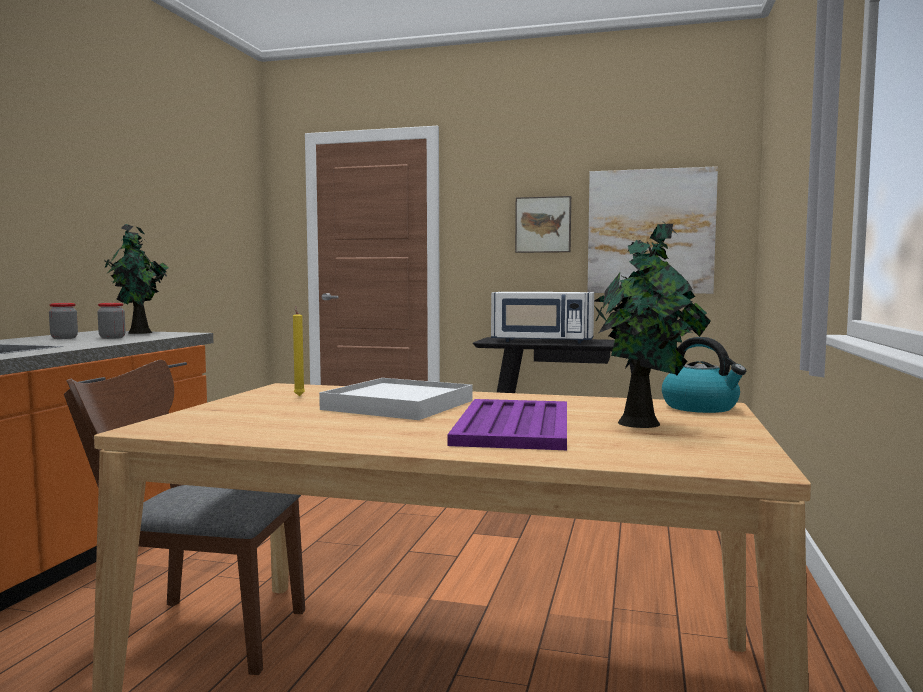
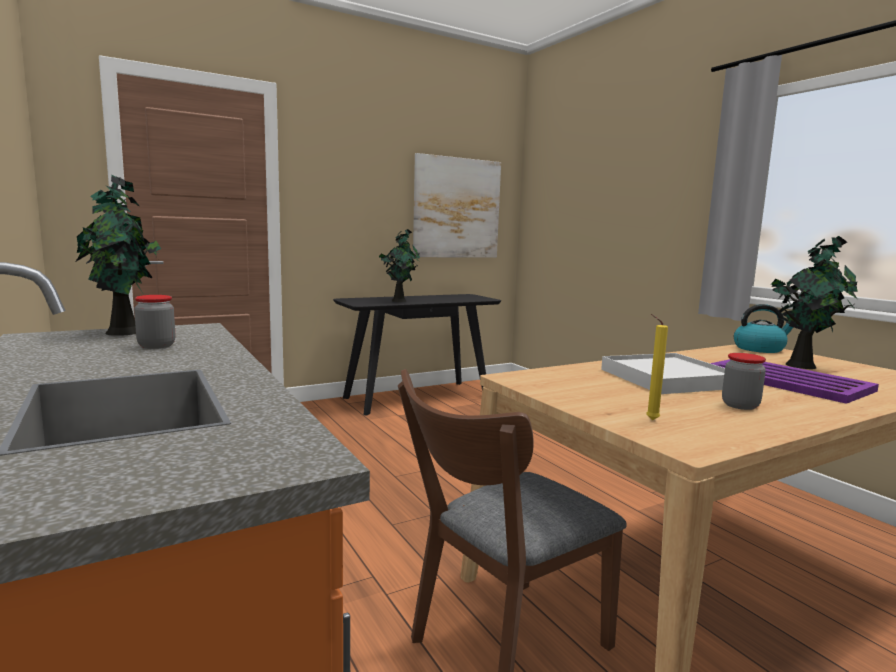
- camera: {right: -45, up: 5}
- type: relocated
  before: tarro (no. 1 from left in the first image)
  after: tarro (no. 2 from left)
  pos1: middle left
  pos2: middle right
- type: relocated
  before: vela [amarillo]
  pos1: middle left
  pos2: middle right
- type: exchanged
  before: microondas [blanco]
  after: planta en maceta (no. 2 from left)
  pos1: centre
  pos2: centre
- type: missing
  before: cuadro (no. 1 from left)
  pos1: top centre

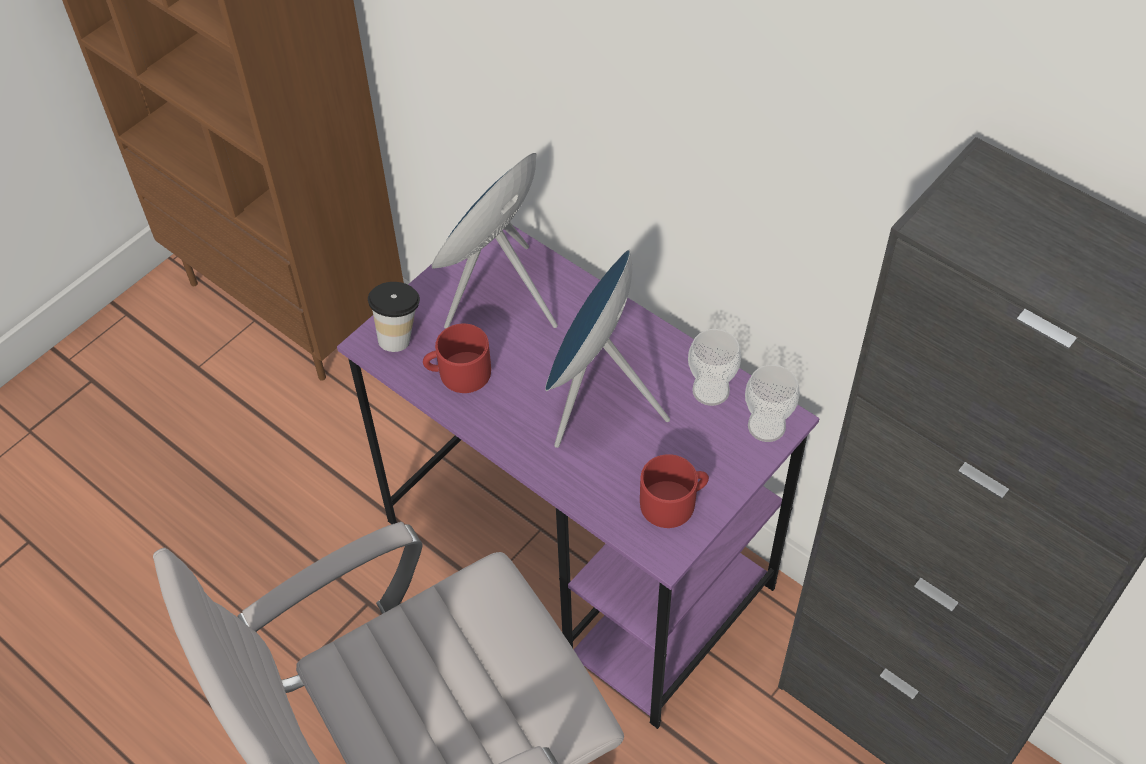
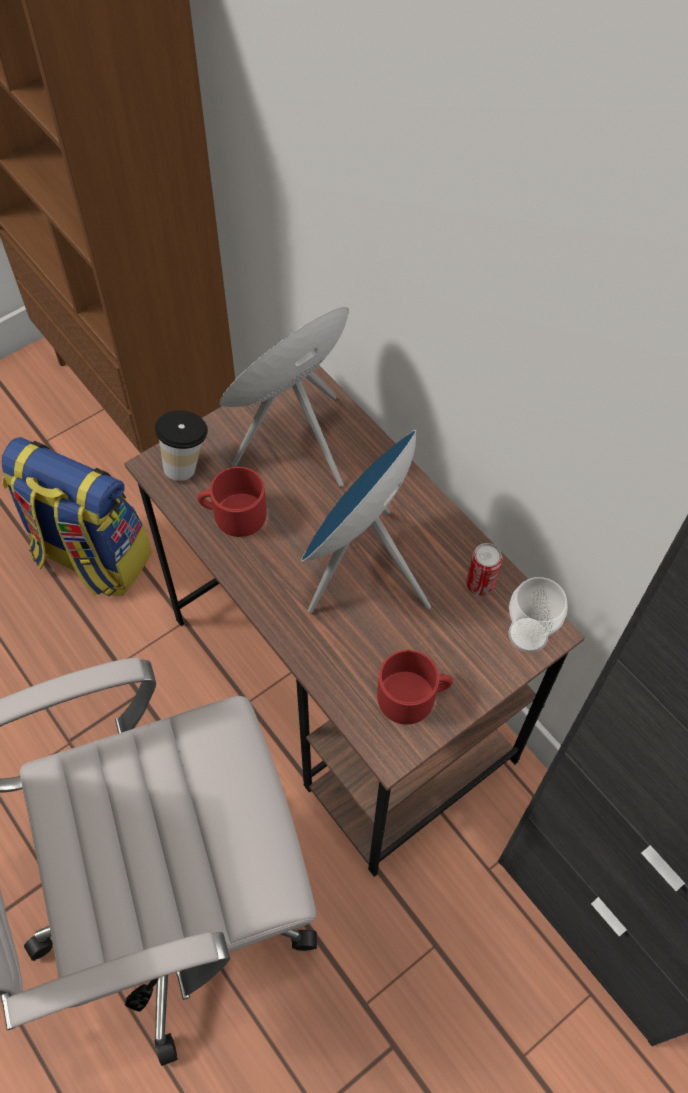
- camera: {right: 10, up: 5}
- type: colour
  before: escritorio [morado]
  after: escritorio [marrón]
  pos1: centre
  pos2: centre
- type: exchanged
  before: taza (no. 2 from left)
  after: lata
  pos1: centre
  pos2: middle right
- type: appeared
  after: mochila
  pos2: middle left

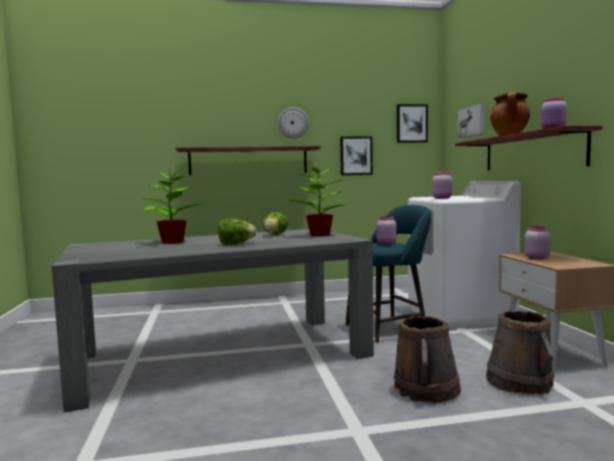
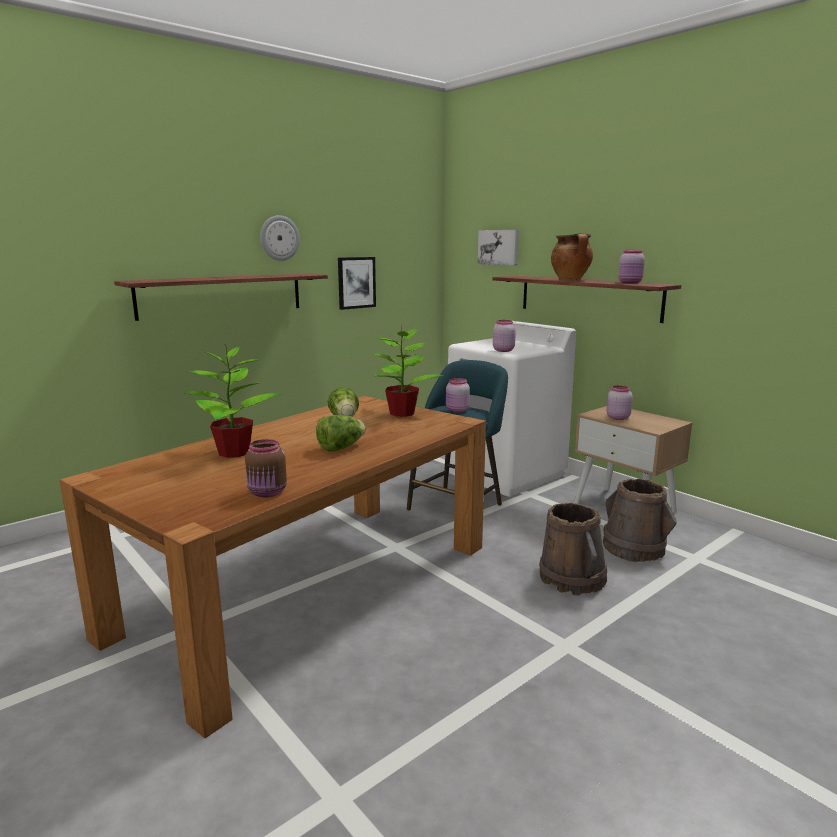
- camera: {right: -30, up: 10}
- type: colour
  before: mesa de comedor [gris]
  after: mesa de comedor [marrón]
  pos1: bottom centre
  pos2: bottom left
- type: missing
  before: cuadro (no. 2 from left)
  pos1: top right
- type: appeared
  after: tarro [marrón]
  pos2: middle left

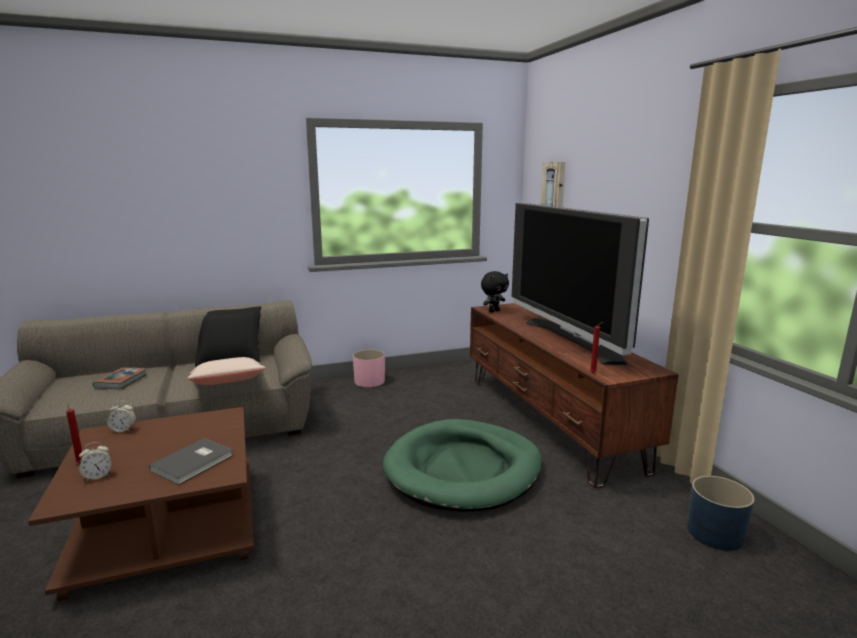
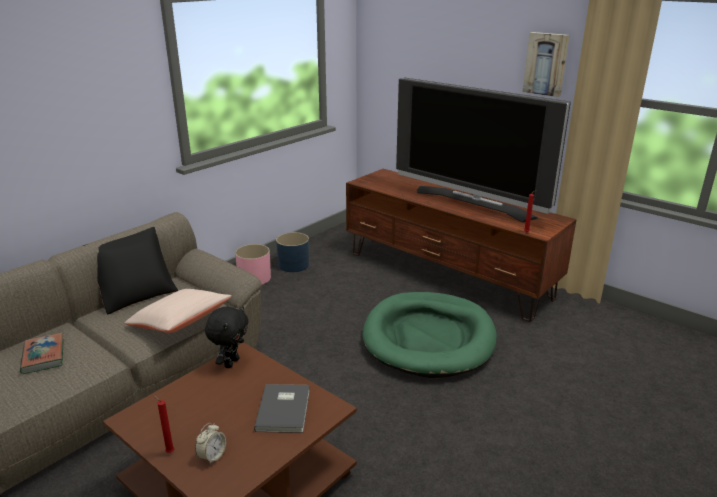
- camera: {right: -30, up: 10}
- type: missing
  before: despertador (no. 2 from left)
  pos1: middle left
- type: relocated
  before: peluche [negro]
  pos1: centre
  pos2: bottom left
- type: relocated
  before: cuadro
  pos1: top centre
  pos2: top right
- type: relocated
  before: maceta [azul]
  pos1: bottom right
  pos2: centre

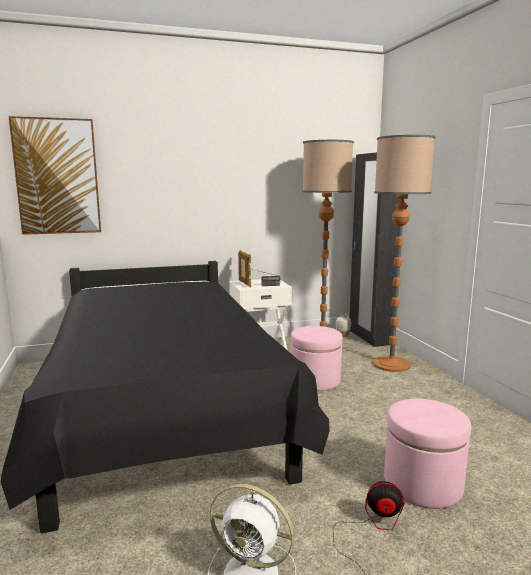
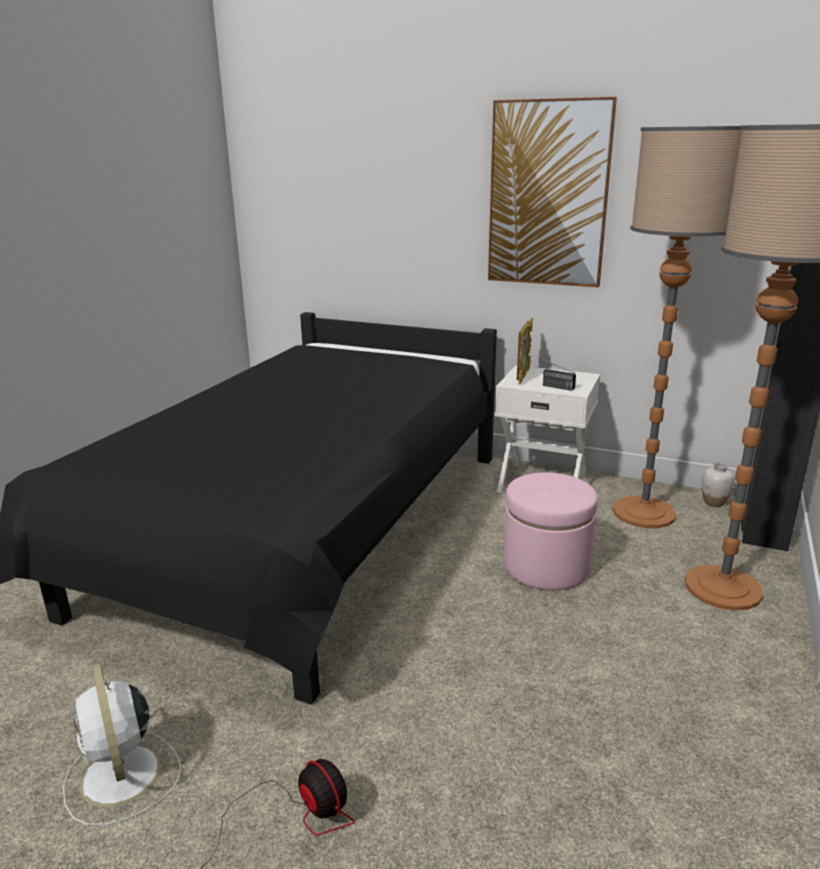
- camera: {right: 40, up: 10}
- type: relocated
  before: cuadro
  pos1: top left
  pos2: top right
- type: missing
  before: puf [rosa] (no. 2 from left)
  pos1: bottom right

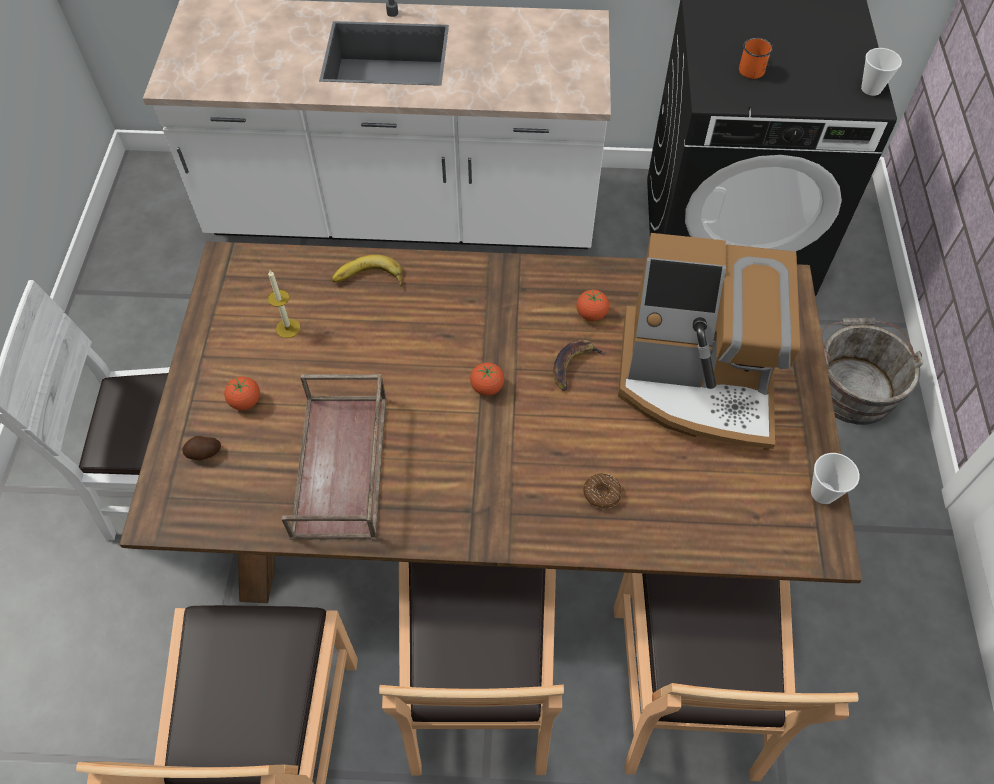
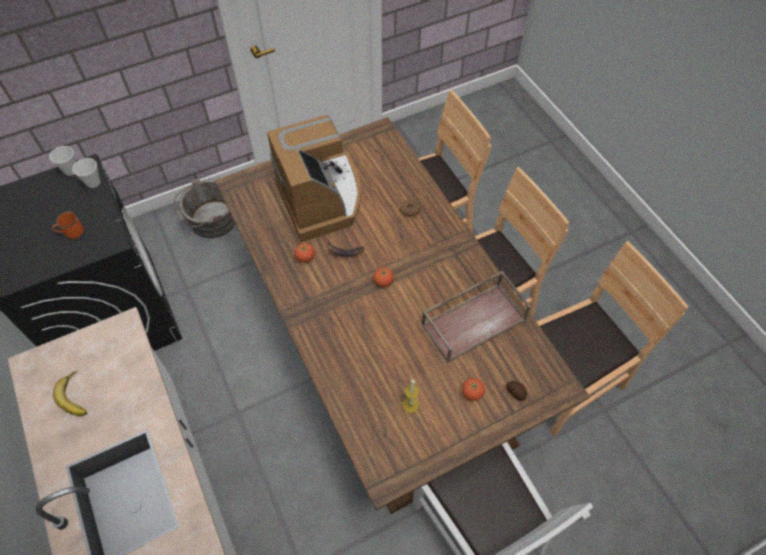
- camera: {right: -120, up: 0}
- type: relocated
  before: plátano (no. 1 from left)
  pos1: centre
  pos2: bottom left
- type: relocated
  before: taza (no. 1 from left in the first image)
  after: taza (no. 2 from left)
  pos1: middle right
  pos2: top left

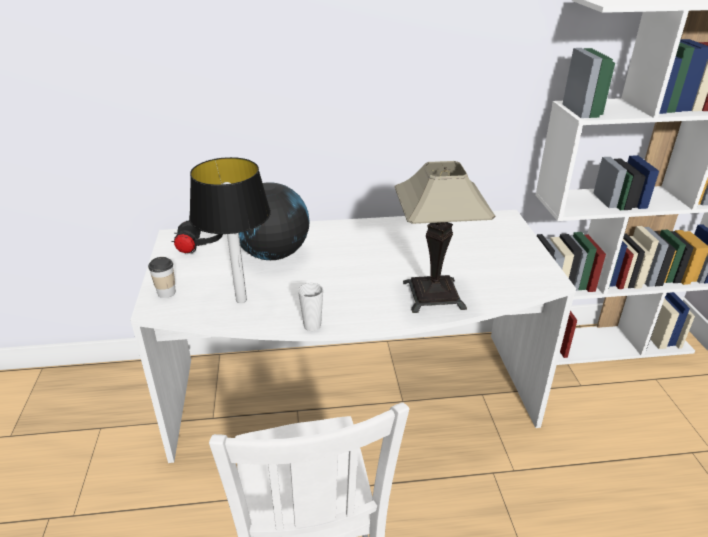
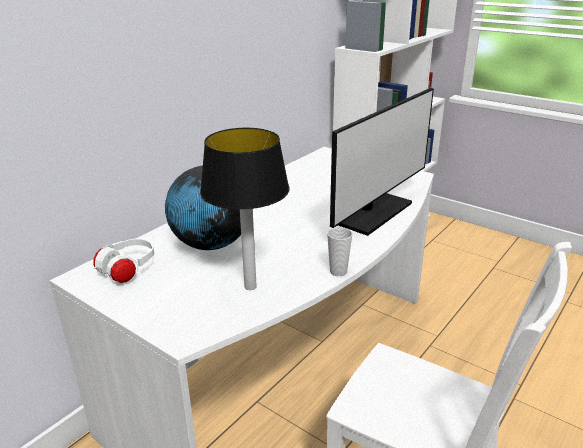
- camera: {right: -45, up: -5}
- type: missing
  before: taza (no. 1 from left)
  pos1: middle left
- type: colour
  before: auriculares [negro]
  after: auriculares [blanco]
  pos1: middle left
  pos2: middle left
- type: exchanged
  before: lámpara de mesa (no. 2 from left)
  after: monitor
  pos1: centre
  pos2: centre

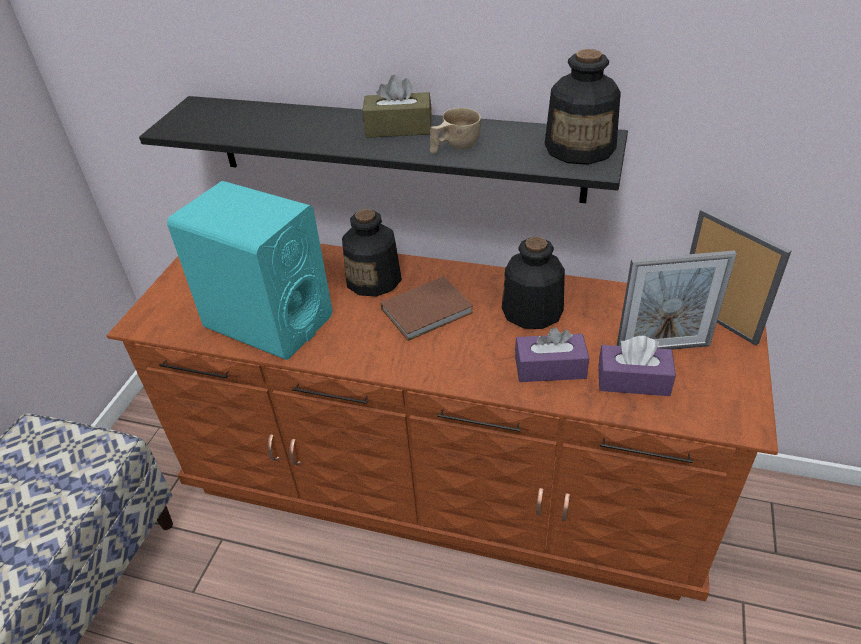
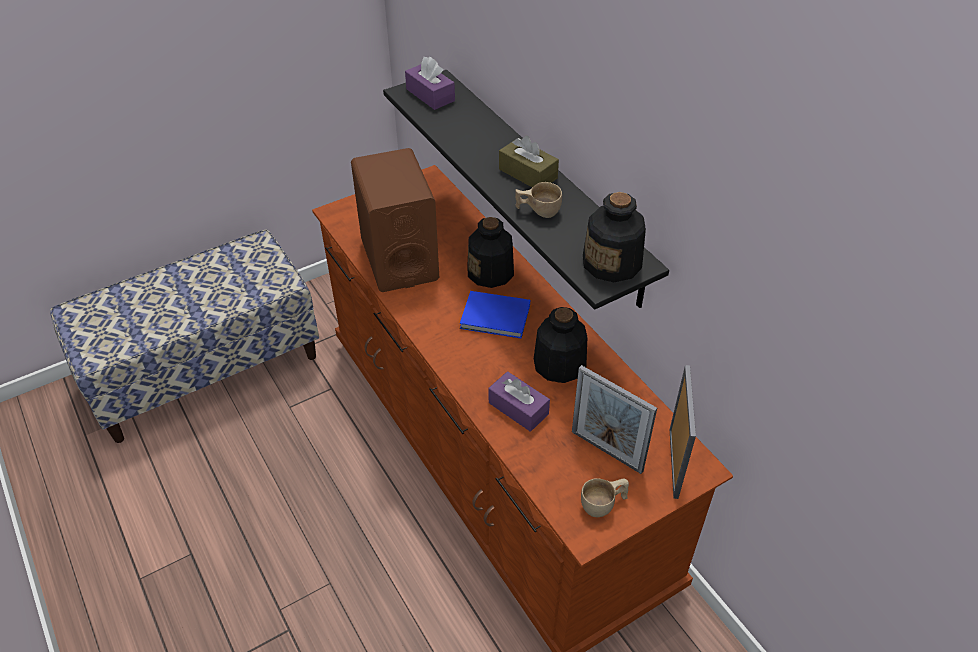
- camera: {right: 40, up: 5}
- type: colour
  before: altavoz [turquesa]
  after: altavoz [marrón]
  pos1: middle left
  pos2: centre
- type: colour
  before: libro [marrón]
  after: libro [azul]
  pos1: centre
  pos2: centre
- type: relocated
  before: caja de pañuelos [morado] (no. 2 from left in the first image)
  after: caja de pañuelos [morado] (no. 1 from left)
  pos1: middle right
  pos2: top centre
- type: appeared
  after: taza [beis] (no. 2 from left)
  pos2: bottom centre

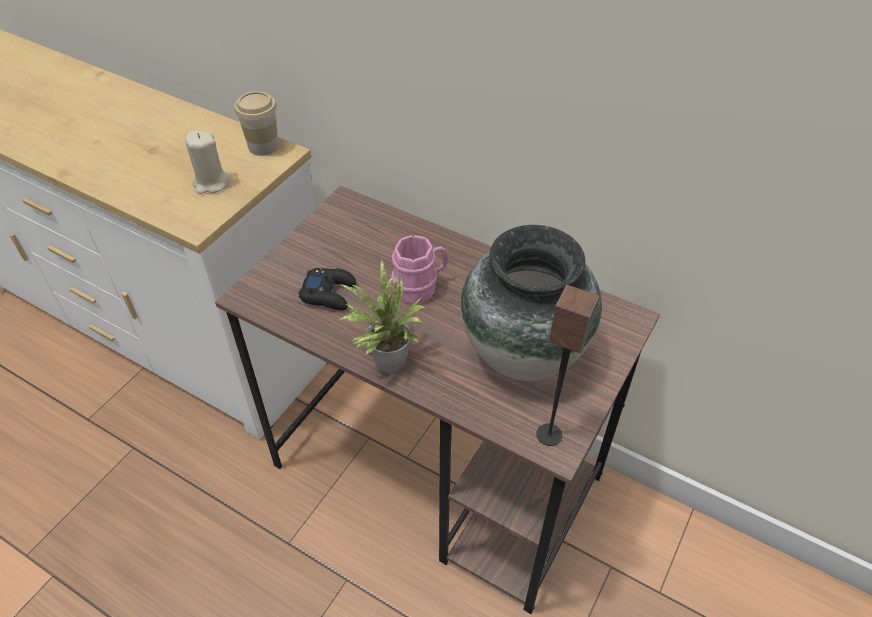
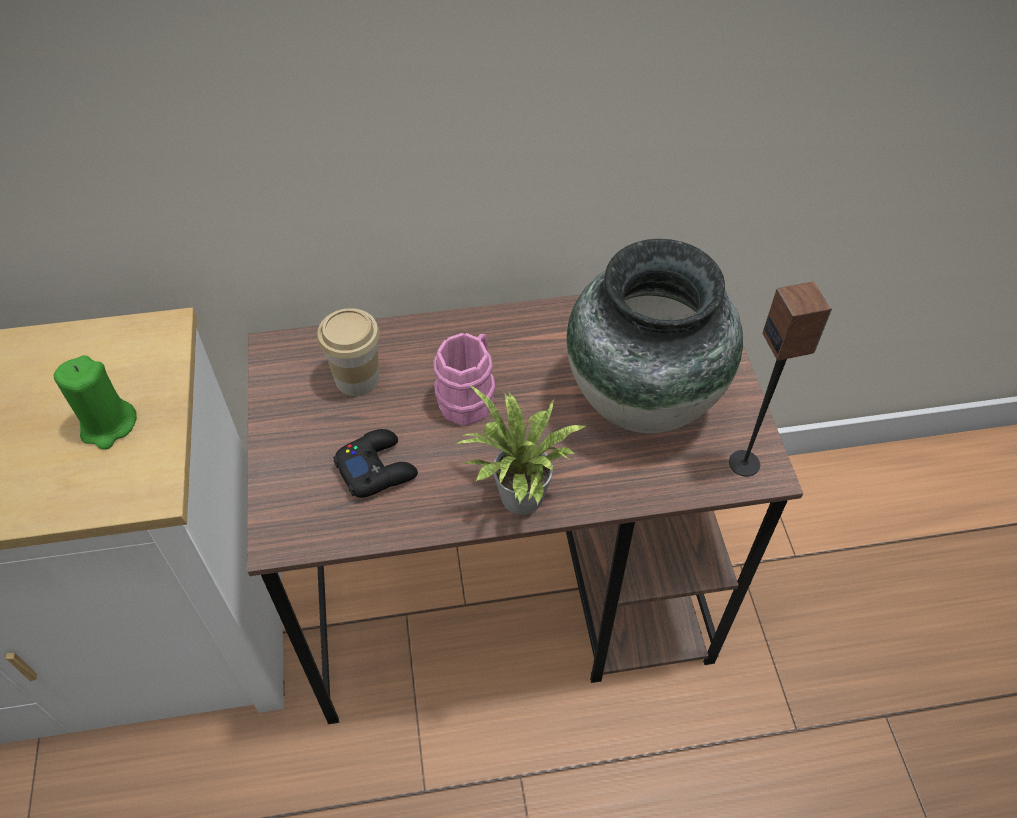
- camera: {right: -40, up: 5}
- type: colour
  before: vela [beis]
  after: vela [verde]
  pos1: top left
  pos2: middle left
- type: relocated
  before: taza
  pos1: top left
  pos2: centre

